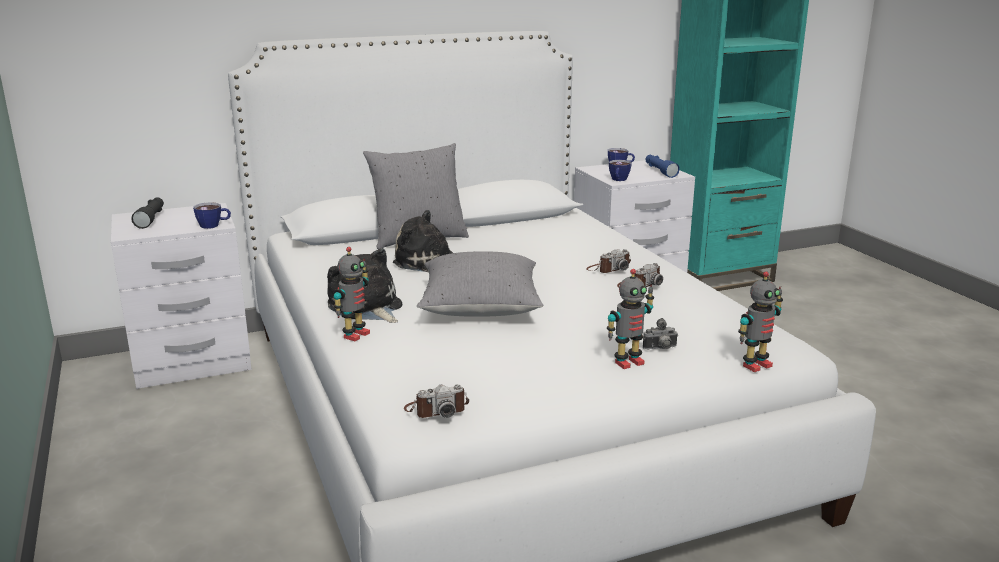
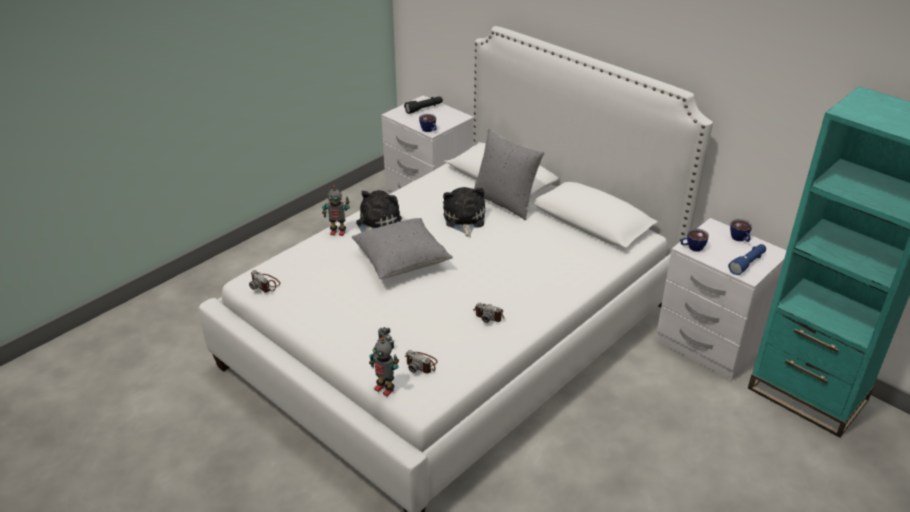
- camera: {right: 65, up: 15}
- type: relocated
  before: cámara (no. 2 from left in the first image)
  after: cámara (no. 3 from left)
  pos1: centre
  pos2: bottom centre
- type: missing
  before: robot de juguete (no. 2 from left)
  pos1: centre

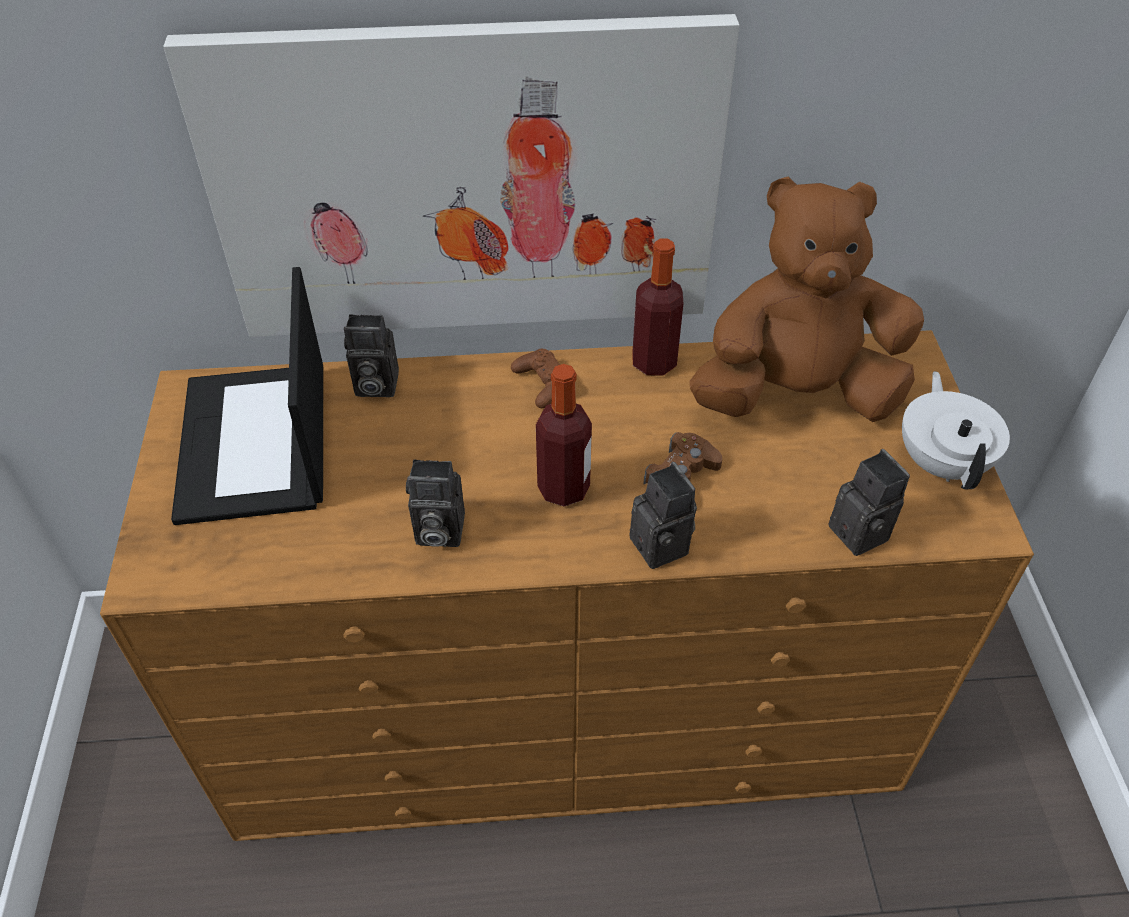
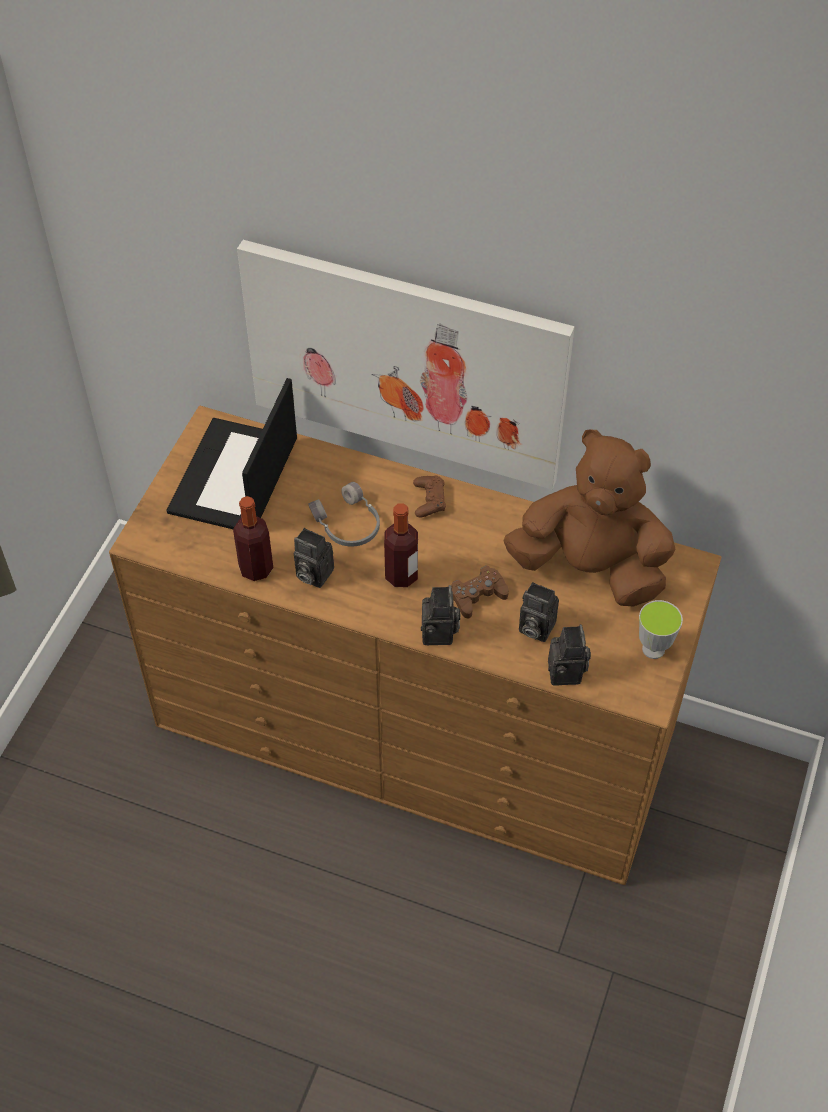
- camera: {right: 25, up: 5}
- type: relocated
  before: cámara (no. 1 from left in the first image)
  after: cámara (no. 3 from left)
  pos1: middle left
  pos2: centre
- type: relocated
  before: botella (no. 2 from left in the first image)
  after: botella (no. 1 from left)
  pos1: centre
  pos2: middle left
- type: exchanged
  before: tetera [blanco]
  after: taza
  pos1: middle right
  pos2: middle right
- type: appeared
  after: auriculares [gris]
  pos2: centre

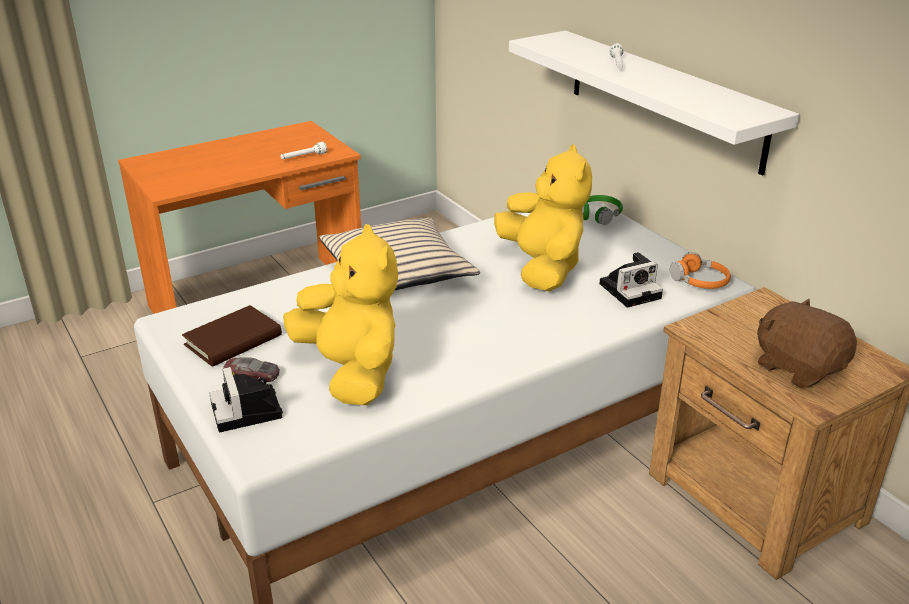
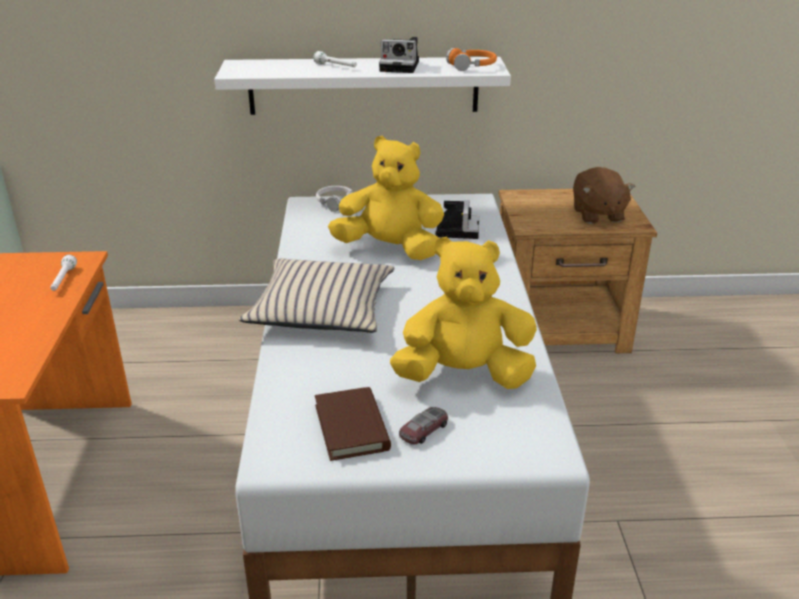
- camera: {right: -60, up: 0}
- type: relocated
  before: cámara (no. 1 from left)
  pos1: middle left
  pos2: top centre
- type: colour
  before: auriculares [verde]
  after: auriculares [blanco]
  pos1: centre
  pos2: top centre
- type: relocated
  before: auriculares [naranja]
  pos1: middle right
  pos2: top centre
- type: spun
  before: peluche [marrón]
  pos1: middle right
  pos2: top right
  turn: -90

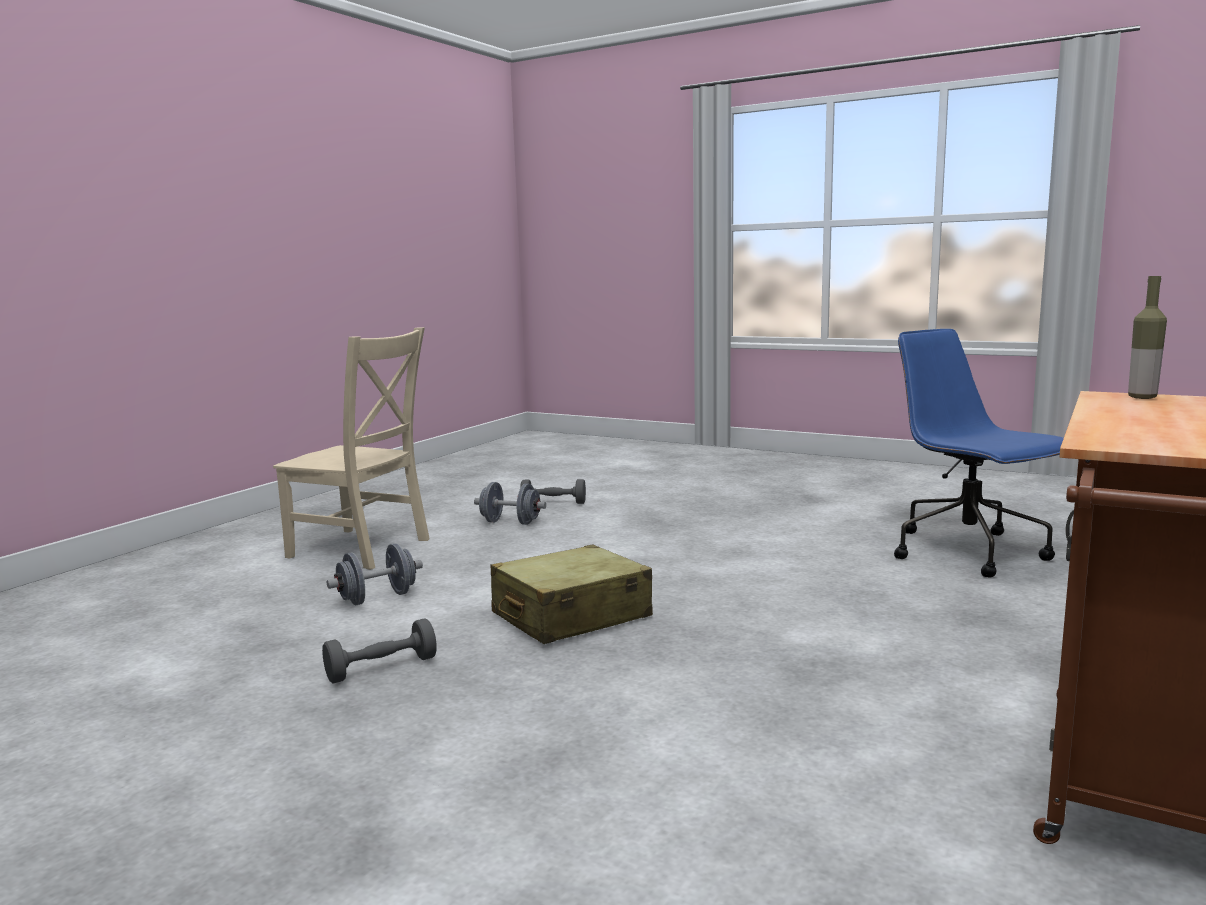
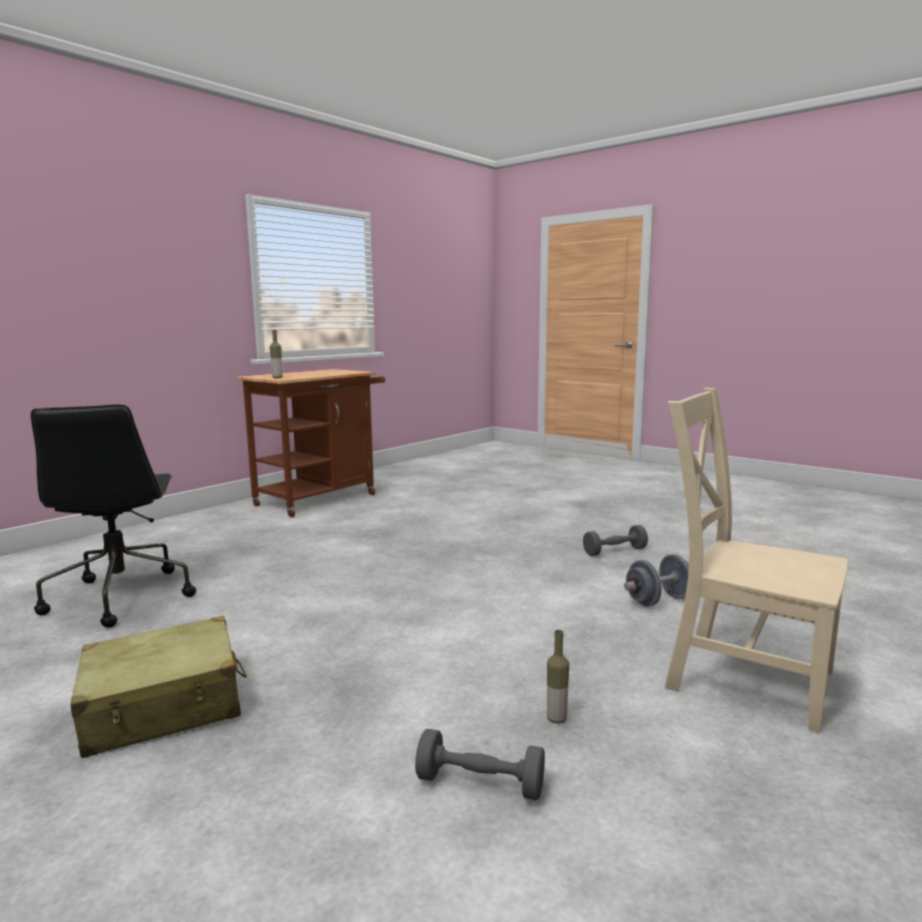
- camera: {right: -170, up: 0}
- type: exchanged
  before: mancuerna [gris] (no. 3 from left)
  after: botella (no. 2 from left)
  pos1: centre
  pos2: bottom centre
- type: relocated
  before: maleta [beis]
  pos1: centre
  pos2: bottom left
- type: colour
  before: silla de oficina [azul]
  after: silla de oficina [negro]
  pos1: middle right
  pos2: middle left

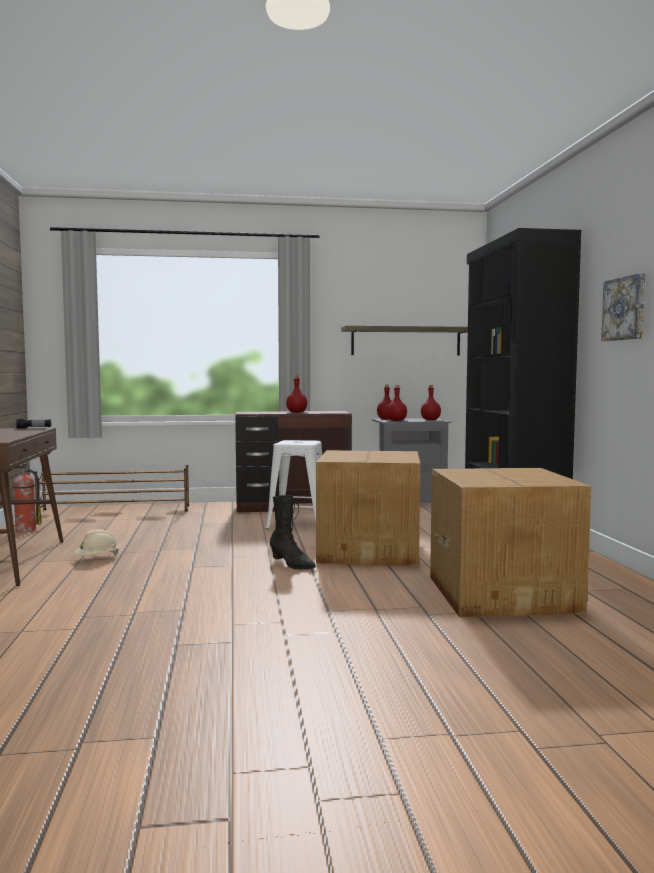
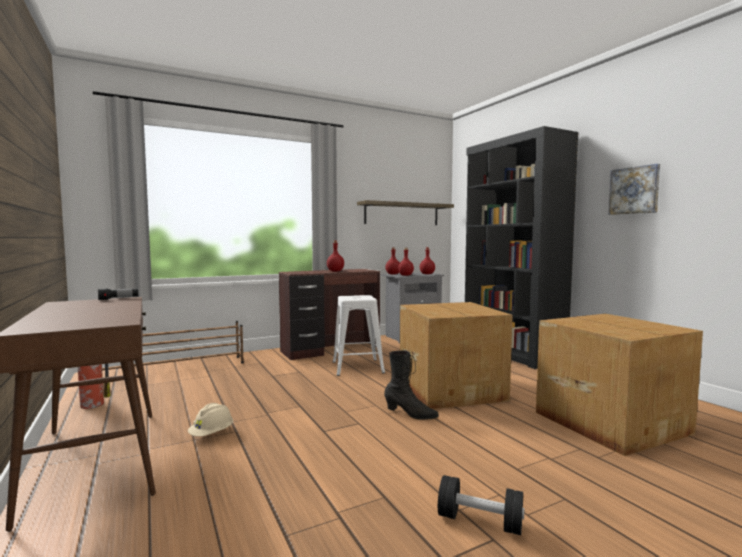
- camera: {right: -20, up: 0}
- type: appeared
  after: mancuerna [negro]
  pos2: bottom centre

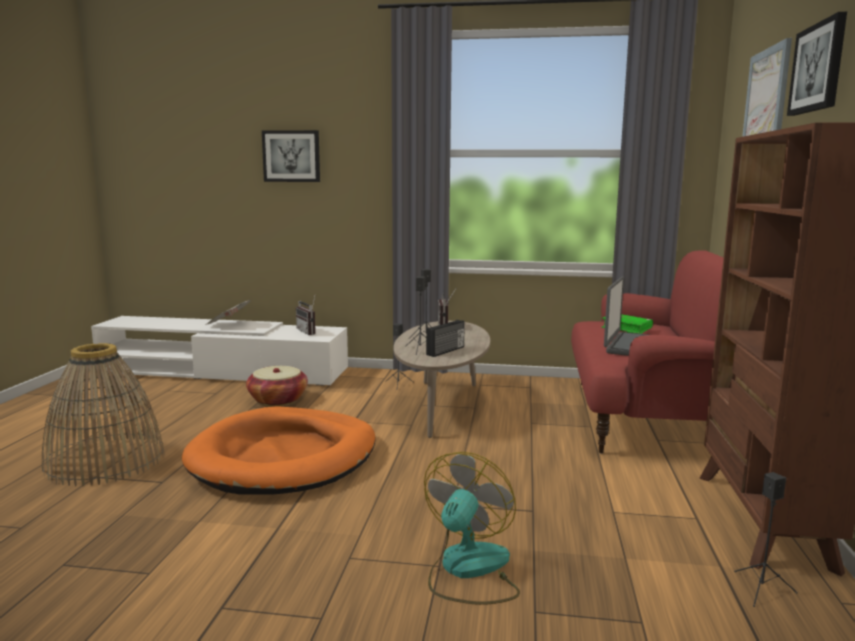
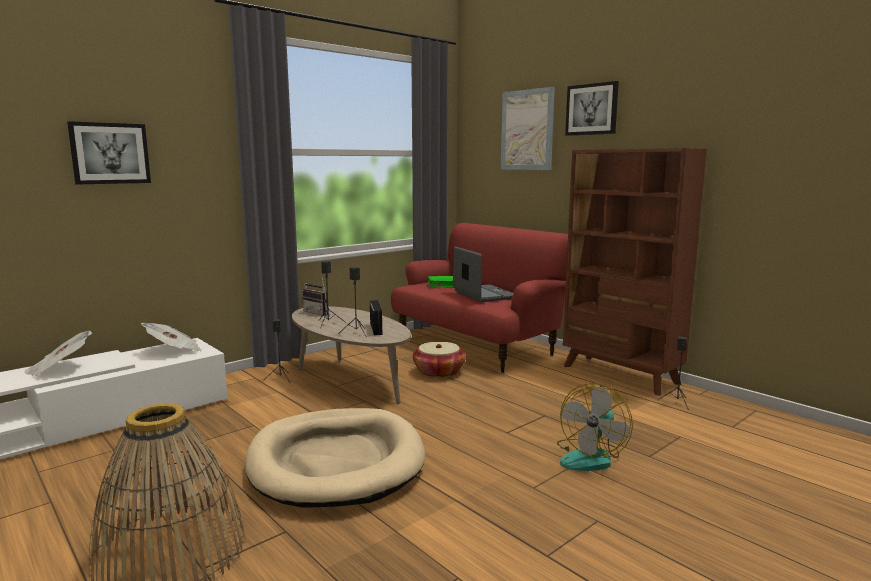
- camera: {right: -50, up: 0}
- type: colour
  before: cama para perro [naranja]
  after: cama para perro [beis]
  pos1: bottom left
  pos2: bottom centre
- type: relocated
  before: cesta (no. 2 from left)
  pos1: middle left
  pos2: centre
- type: exchanged
  before: radio (no. 1 from left)
  after: periódico (no. 2 from left)
  pos1: centre
  pos2: middle left
- type: spun
  before: ventilador
  pos1: bottom centre
  pos2: bottom right
  turn: -120

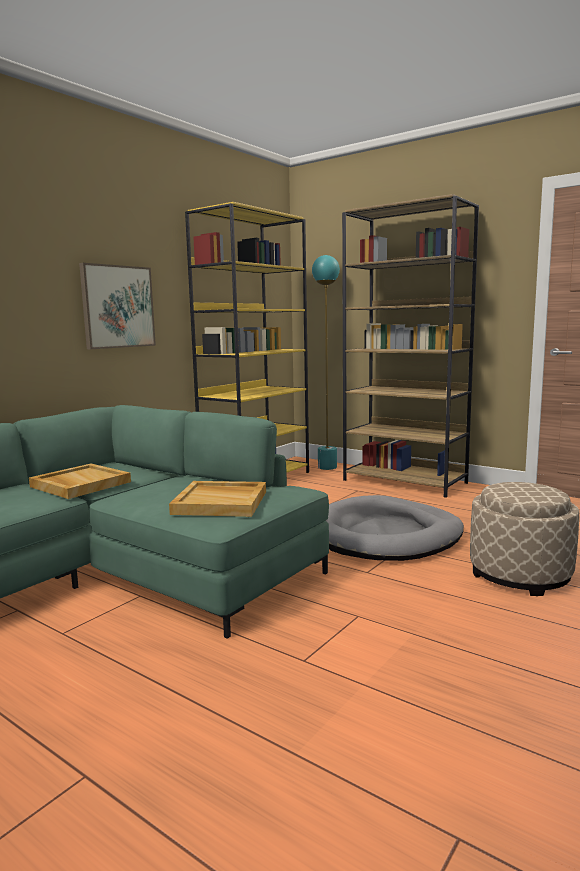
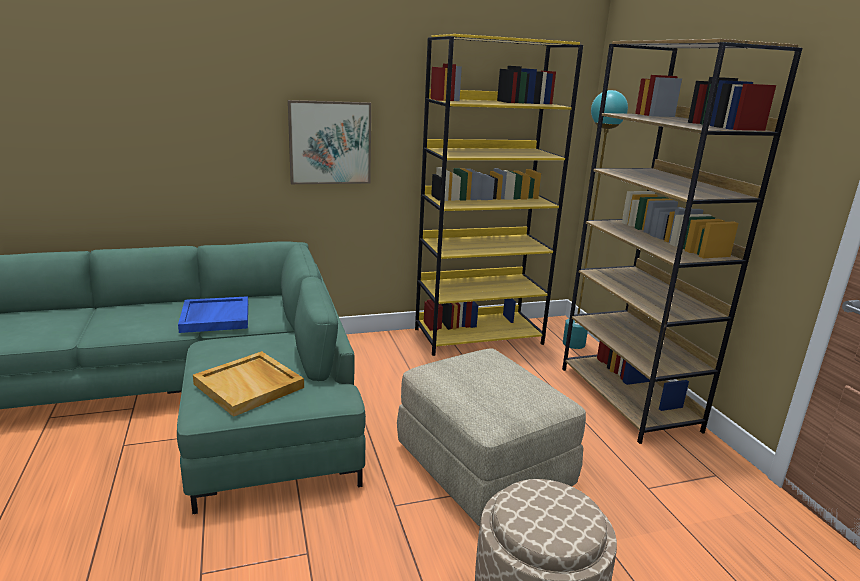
- camera: {right: 35, up: 10}
- type: colour
  before: bandeja [beis] (no. 1 from left)
  after: bandeja [azul]
  pos1: middle left
  pos2: middle left
- type: exchanged
  before: cama para perro [gris]
  after: puf [beis] (no. 1 from left)
  pos1: middle right
  pos2: bottom centre

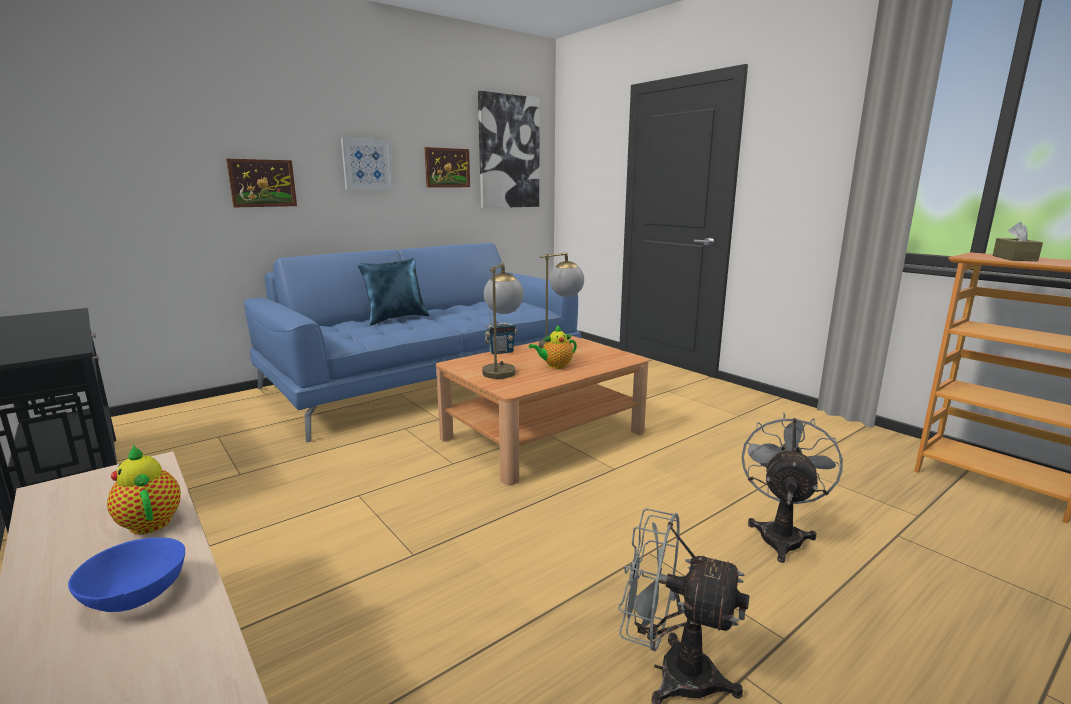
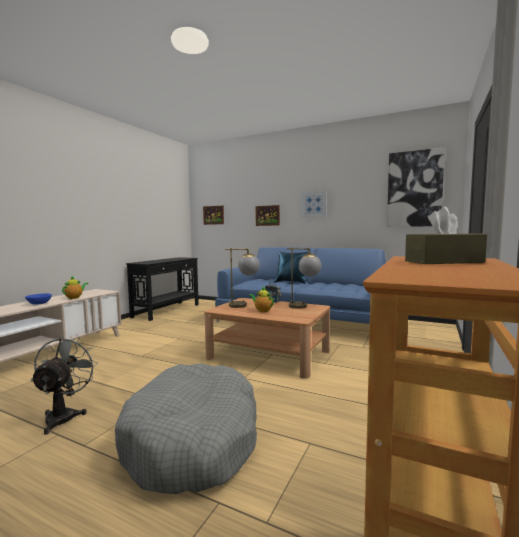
- camera: {right: 65, up: -10}
- type: relocated
  before: cuadro (no. 3 from left in the first image)
  after: cuadro (no. 1 from left)
  pos1: top centre
  pos2: centre
- type: exchanged
  before: ventilador [gris] (no. 2 from left)
  after: cama para perro [gris]
  pos1: bottom right
  pos2: bottom centre

